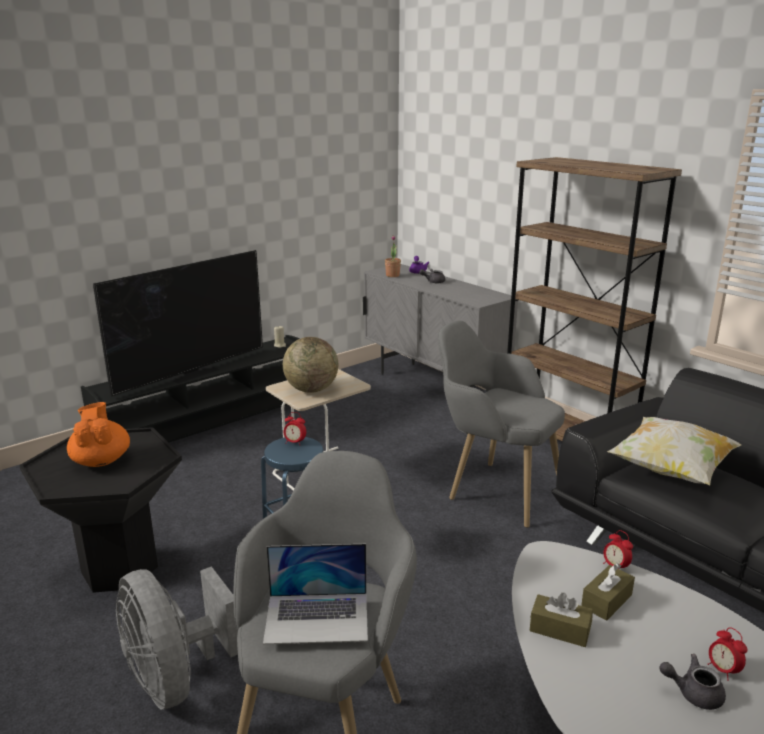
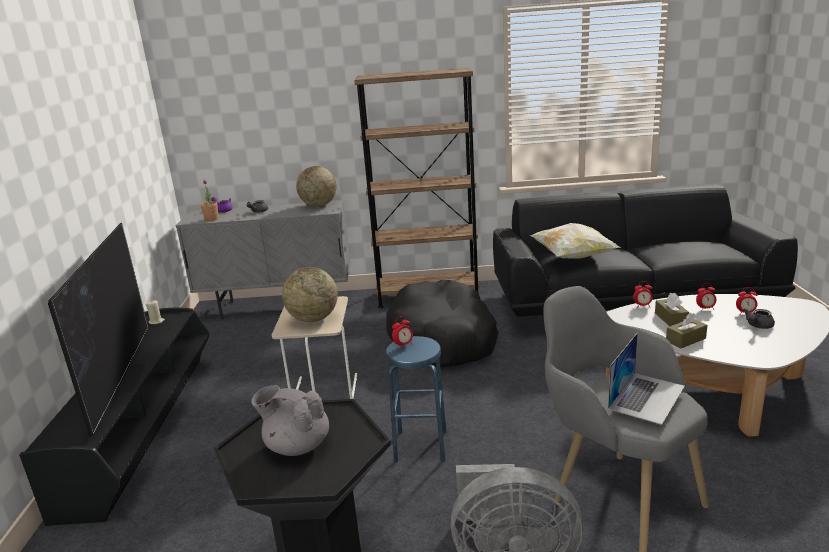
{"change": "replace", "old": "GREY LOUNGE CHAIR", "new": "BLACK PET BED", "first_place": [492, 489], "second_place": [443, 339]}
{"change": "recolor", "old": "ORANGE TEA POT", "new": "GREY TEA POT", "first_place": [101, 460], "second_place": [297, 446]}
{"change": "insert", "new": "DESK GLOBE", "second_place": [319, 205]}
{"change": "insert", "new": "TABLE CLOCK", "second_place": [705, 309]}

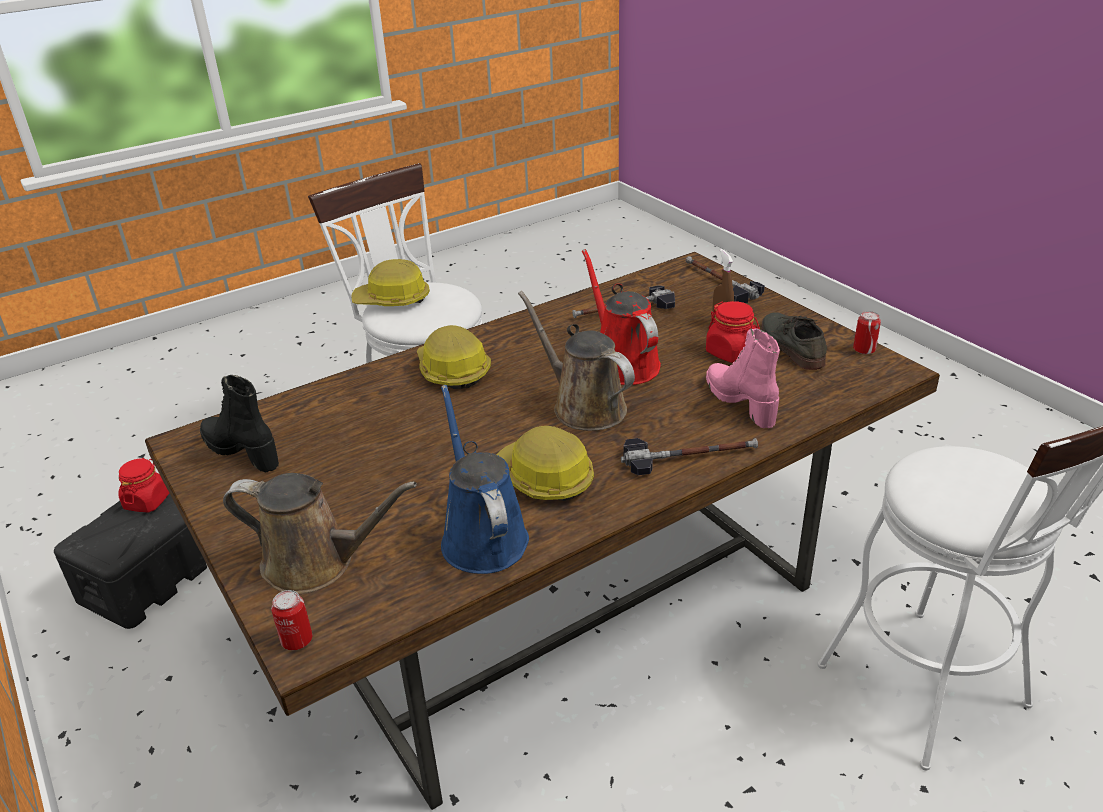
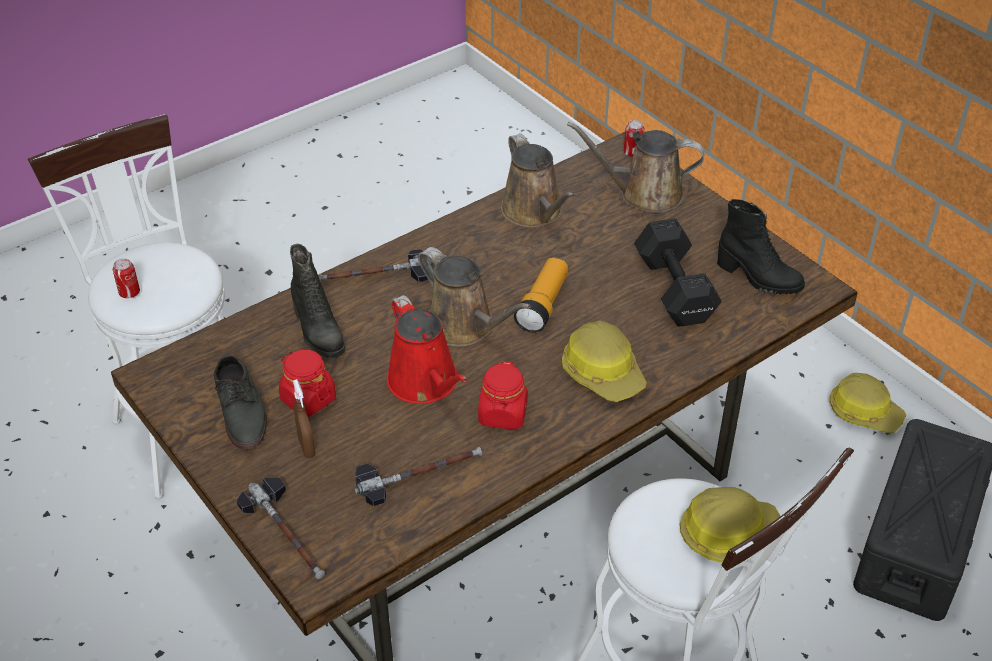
{"change": "move", "old": "METAL CAN", "first_place": [864, 350], "second_place": [129, 293]}
{"change": "recolor", "old": "PINK TALL BOOT", "new": "BLACK TALL BOOT", "first_place": [741, 402], "second_place": [317, 332]}
{"change": "recolor", "old": "BLUE SPRINKLING CAN", "new": "BROWNISH SPRINKLING CAN", "first_place": [481, 536], "second_place": [535, 212]}
{"change": "move", "old": "HARD HAT", "first_place": [544, 478], "second_place": [864, 412]}
{"change": "move", "old": "REDDISH JAR", "first_place": [147, 501], "second_place": [503, 414]}
{"change": "insert", "new": "BLACK DUMBBELL", "second_place": [674, 291]}
{"change": "insert", "new": "HAND TORCH", "second_place": [543, 305]}

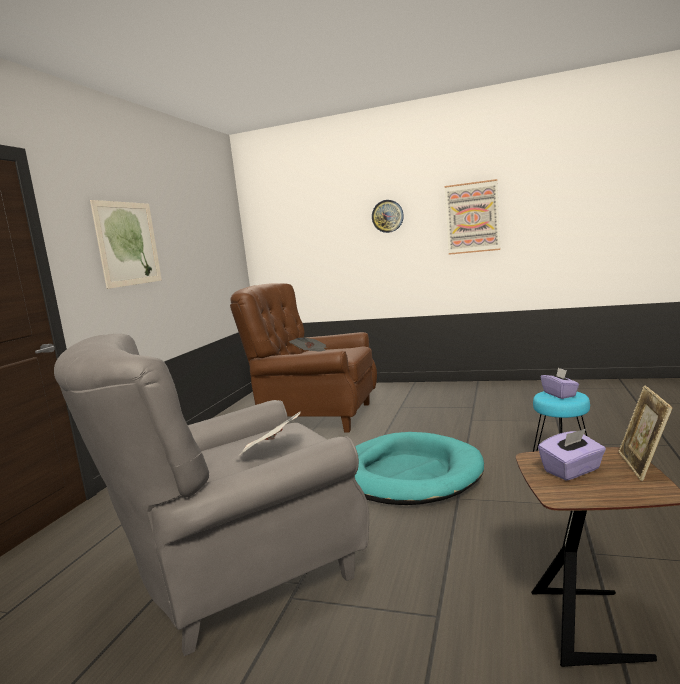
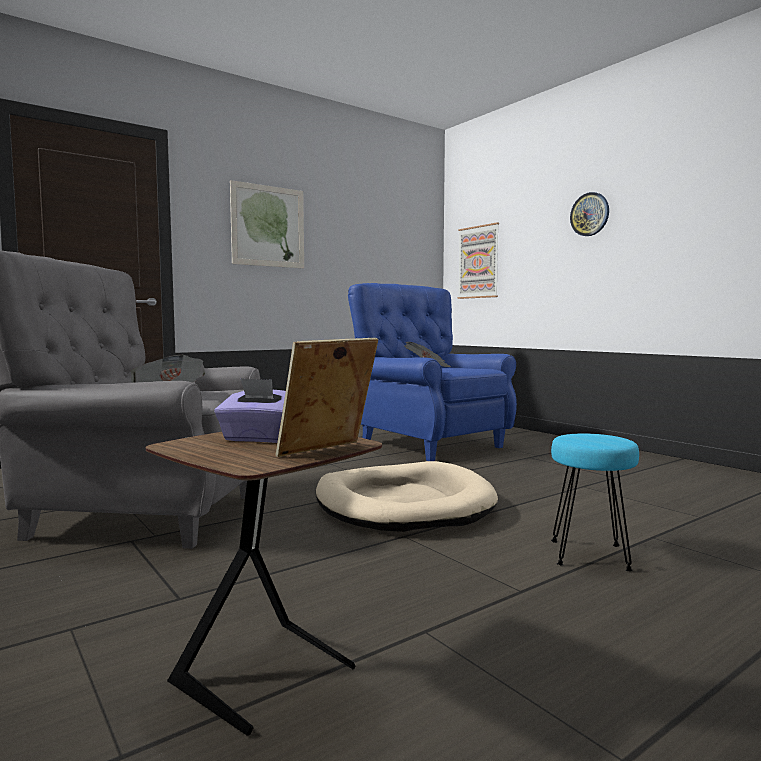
{"change": "move", "old": "WALL ART", "first_place": [472, 217], "second_place": [478, 262]}
{"change": "recolor", "old": "BROWNISH LOUNGE CHAIR", "new": "BLUE LOUNGE CHAIR", "first_place": [313, 417], "second_place": [426, 443]}
{"change": "delete", "old": "PURPLISH TISSUE HOLDER", "first_place": [560, 394]}
{"change": "recolor", "old": "BLUE-GREEN PET BED", "new": "BEIGE-COLOURED PET BED", "first_place": [406, 474], "second_place": [403, 504]}

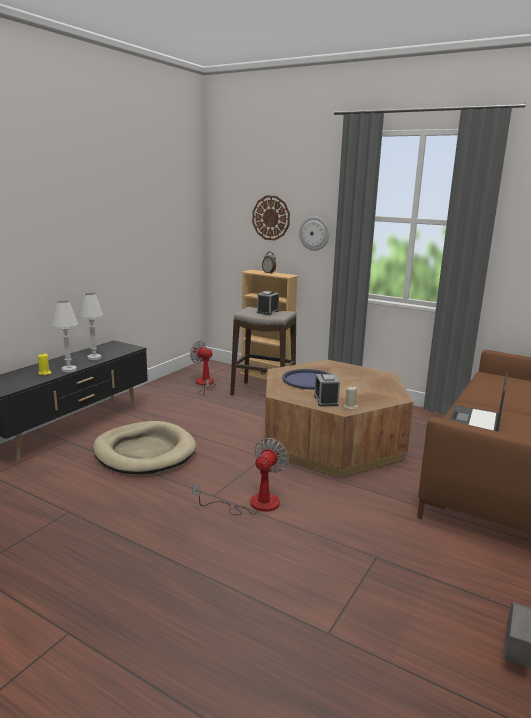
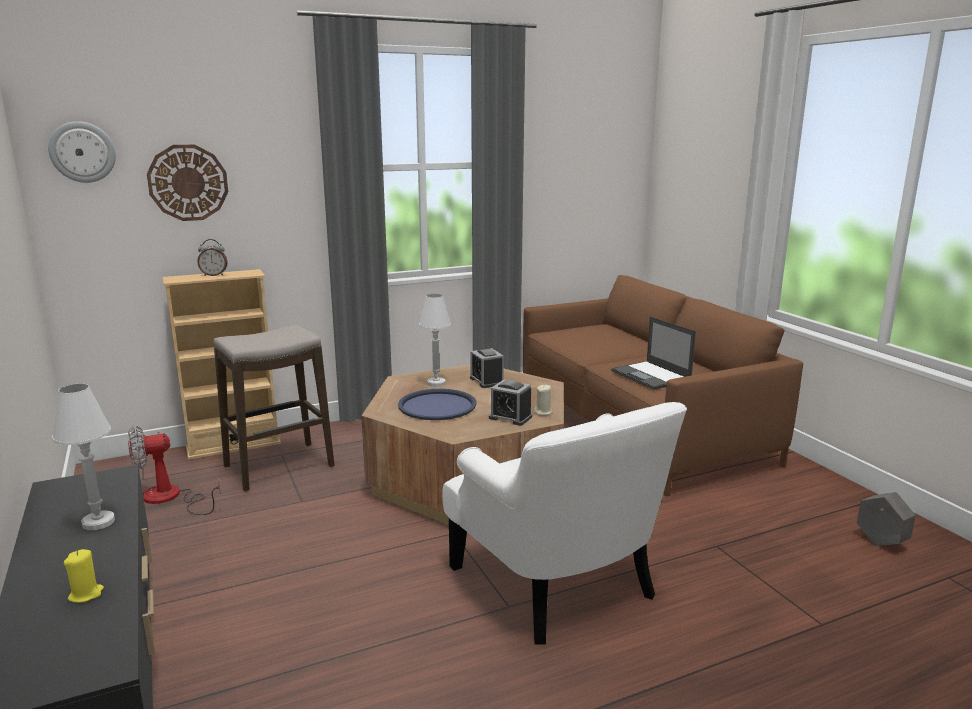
{"change": "move", "old": "HANGING CLOCK", "first_place": [314, 233], "second_place": [82, 152]}
{"change": "move", "old": "TABLE CLOCK", "first_place": [267, 312], "second_place": [486, 381]}
{"change": "move", "old": "WHITE-COLOURED LAMP FOR A TABLE", "first_place": [69, 370], "second_place": [436, 383]}
{"change": "delete", "old": "BEIGE-COLOURED PET BED", "first_place": [144, 452]}
{"change": "replace", "old": "FAN", "new": "WHITE-COLOURED LOUNGE CHAIR", "first_place": [253, 504], "second_place": [557, 582]}

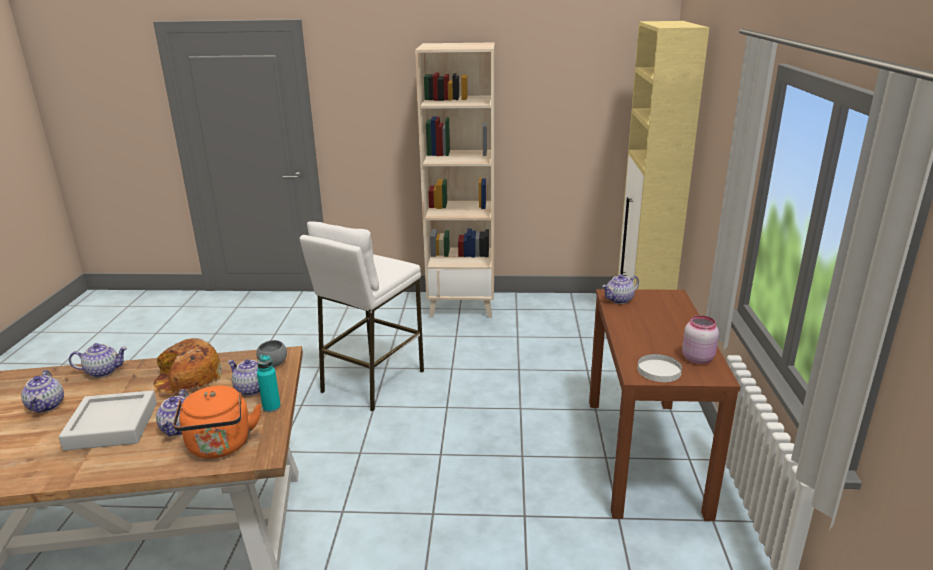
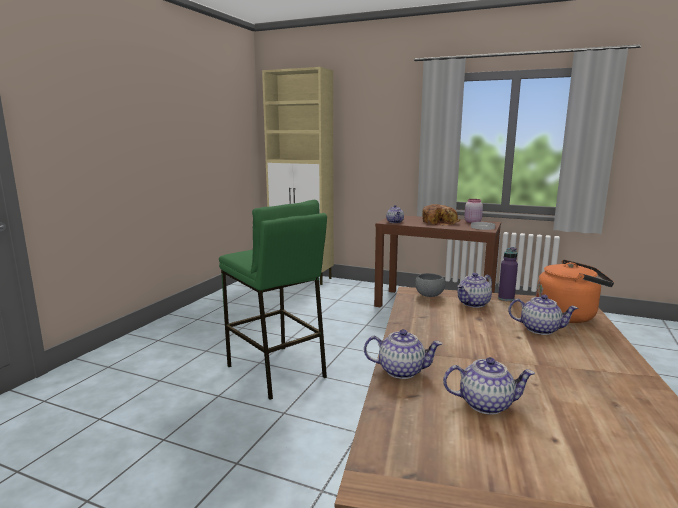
{"change": "delete", "old": "BEIGE-COLOURED BOOKCASE", "first_place": [462, 305]}
{"change": "recolor", "old": "WHITE-COLOURED STOOL", "new": "GREEN-COLOURED STOOL", "first_place": [371, 381], "second_place": [276, 371]}
{"change": "move", "old": "BREAD", "first_place": [187, 378], "second_place": [440, 222]}
{"change": "rotate", "old": "TEA POT", "first_place": [103, 371], "second_place": [402, 371], "degrees": 90}
{"change": "recolor", "old": "BLUE-GREEN DRINK BOTTLE", "new": "PURPLISH DRINK BOTTLE", "first_place": [271, 407], "second_place": [506, 298]}
{"change": "delete", "old": "GREY SERVING TRAY", "first_place": [112, 426]}

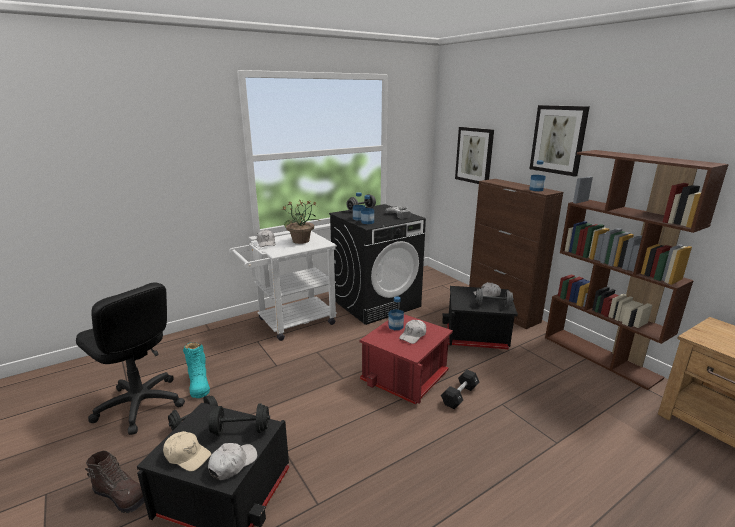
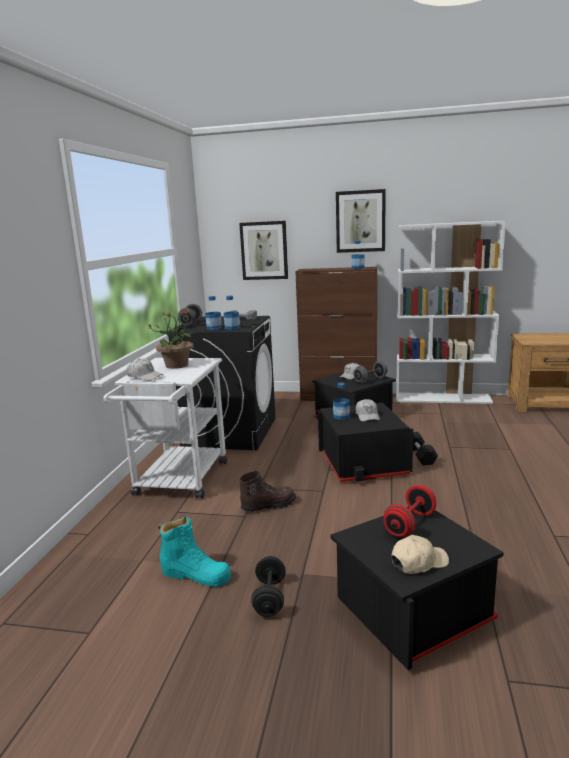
{"change": "recolor", "old": "BROWNISH BOOKCASE", "new": "WHITE-COLOURED BOOKCASE", "first_place": [600, 356], "second_place": [443, 398]}
{"change": "delete", "old": "BLACK OFFICE CHAIR", "first_place": [140, 405]}
{"change": "recolor", "old": "REDDISH STORAGE BIN", "new": "BLACK STORAGE BIN", "first_place": [406, 375], "second_place": [363, 464]}
{"change": "recolor", "old": "BLACK DUMBBELL", "new": "REDDISH DUMBBELL", "first_place": [241, 430], "second_place": [410, 524]}
{"change": "delete", "old": "WHITE-COLOURED BASEBALL CAP", "first_place": [232, 464]}
{"change": "move", "old": "BROWNISH TALL BOOT", "first_place": [122, 496], "second_place": [268, 505]}

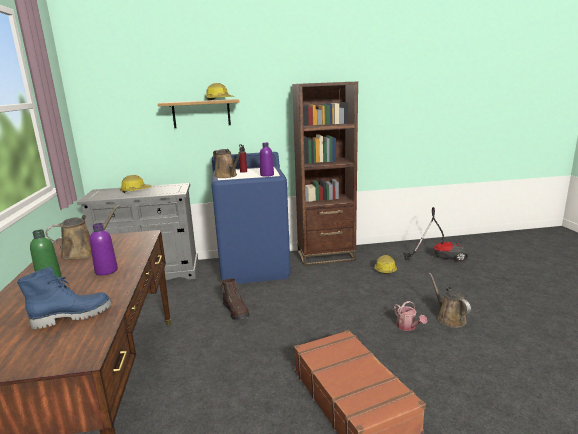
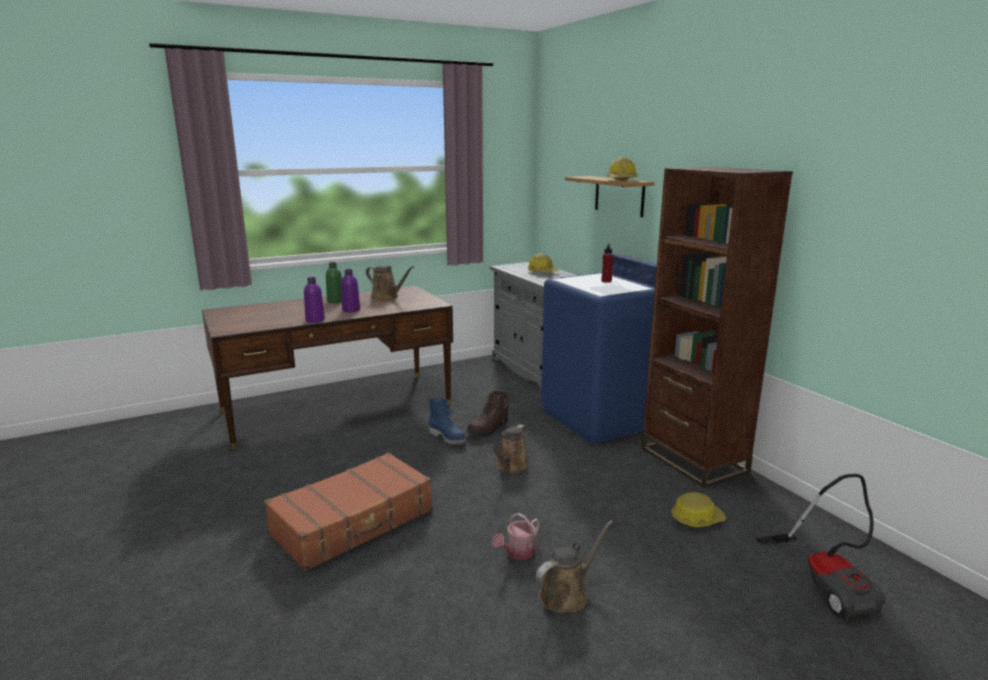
{"change": "move", "old": "PURPLISH DRINK BOTTLE", "first_place": [267, 175], "second_place": [315, 320]}
{"change": "move", "old": "BROWNISH SPRINKLING CAN", "first_place": [227, 176], "second_place": [511, 466]}
{"change": "move", "old": "BLUE TALL BOOT", "first_place": [73, 316], "second_place": [448, 437]}

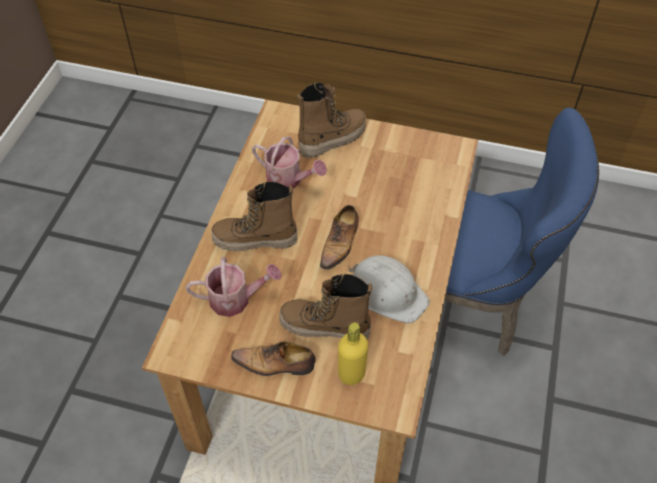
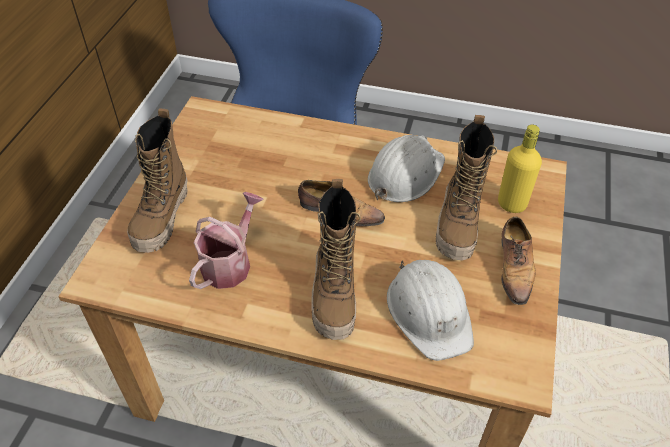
{"change": "rotate", "old": "TALL BOOT", "first_place": [332, 139], "second_place": [162, 218], "degrees": -135}
{"change": "replace", "old": "SPRINKLING CAN", "new": "WHITE-COLOURED HARD HAT", "first_place": [236, 299], "second_place": [429, 312]}

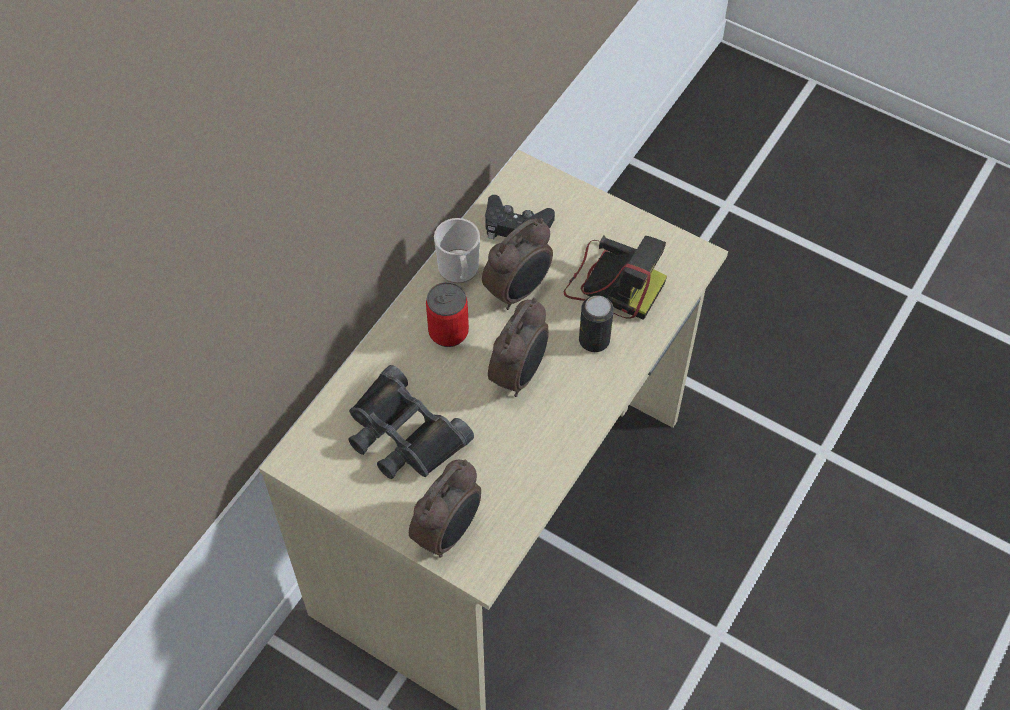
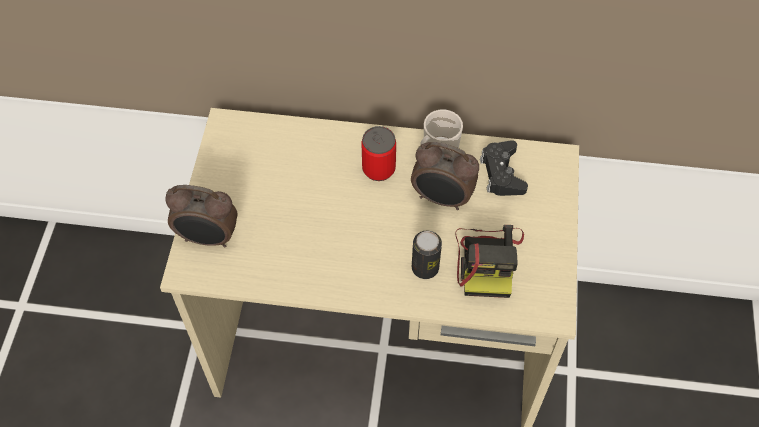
{"change": "delete", "old": "TABLE CLOCK", "first_place": [519, 374]}
{"change": "delete", "old": "BLACK PAIR OF BINOCULARS", "first_place": [403, 434]}

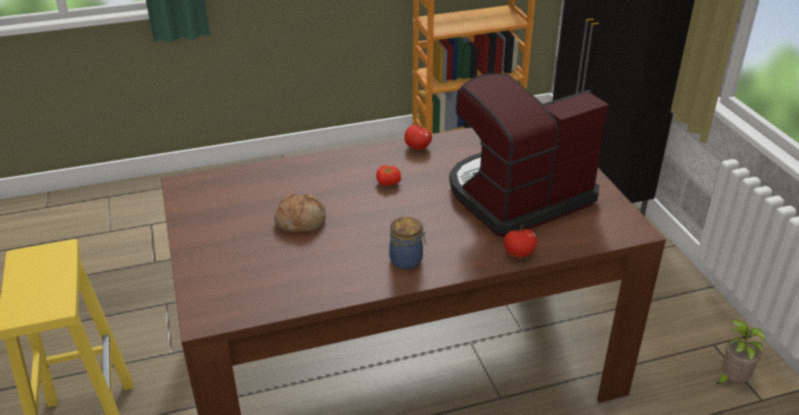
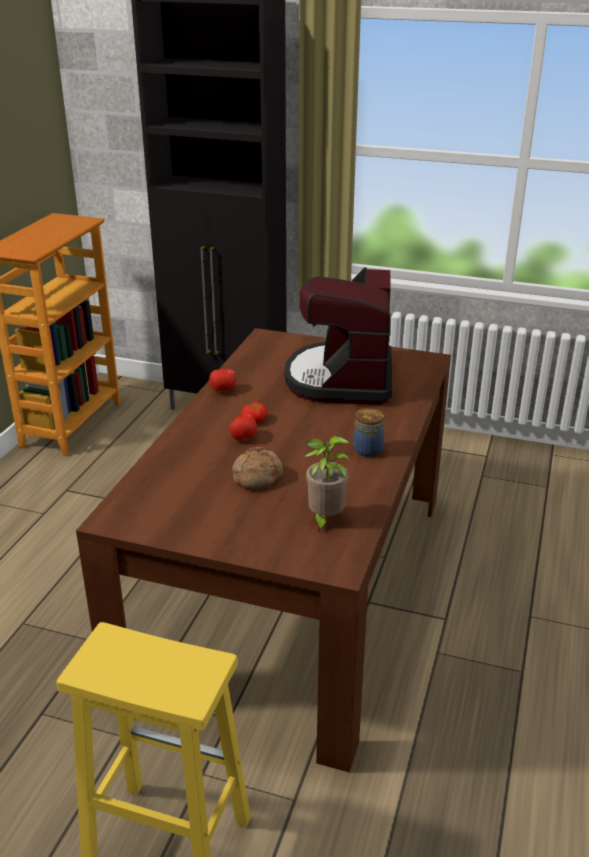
{"change": "move", "old": "APPLE", "first_place": [519, 254], "second_place": [243, 438]}
{"change": "move", "old": "HOUSEPLANT", "first_place": [731, 380], "second_place": [324, 519]}

